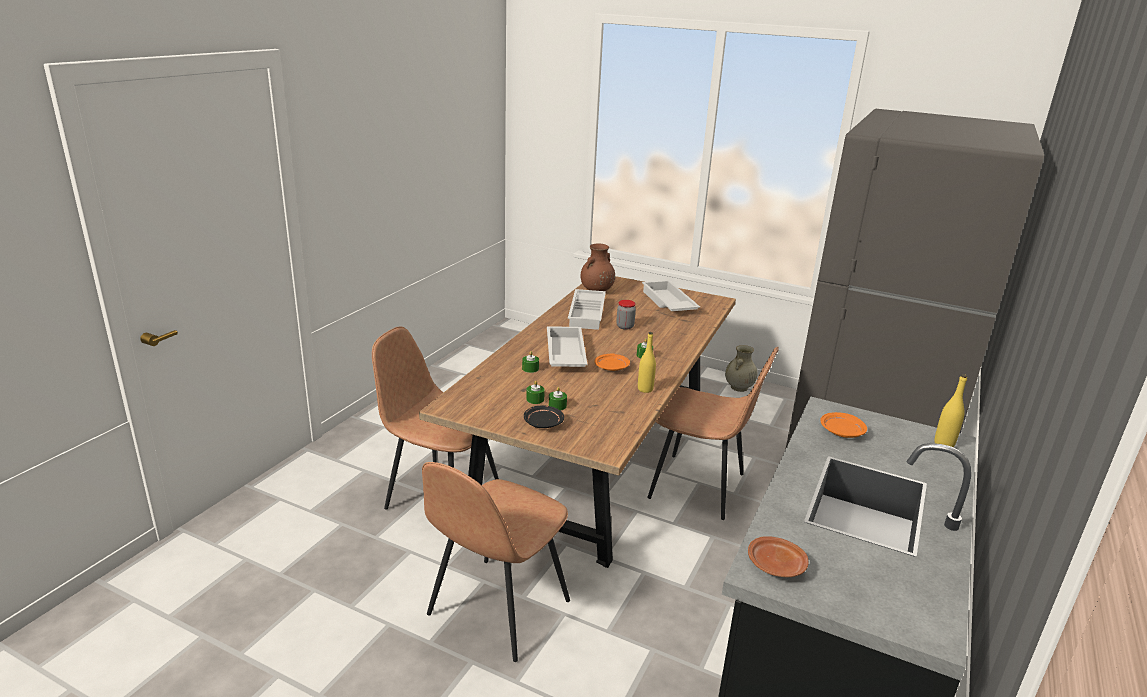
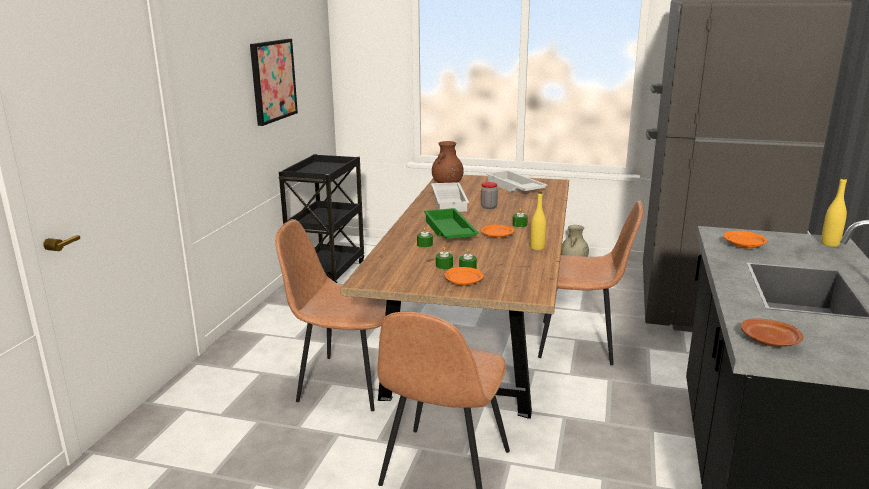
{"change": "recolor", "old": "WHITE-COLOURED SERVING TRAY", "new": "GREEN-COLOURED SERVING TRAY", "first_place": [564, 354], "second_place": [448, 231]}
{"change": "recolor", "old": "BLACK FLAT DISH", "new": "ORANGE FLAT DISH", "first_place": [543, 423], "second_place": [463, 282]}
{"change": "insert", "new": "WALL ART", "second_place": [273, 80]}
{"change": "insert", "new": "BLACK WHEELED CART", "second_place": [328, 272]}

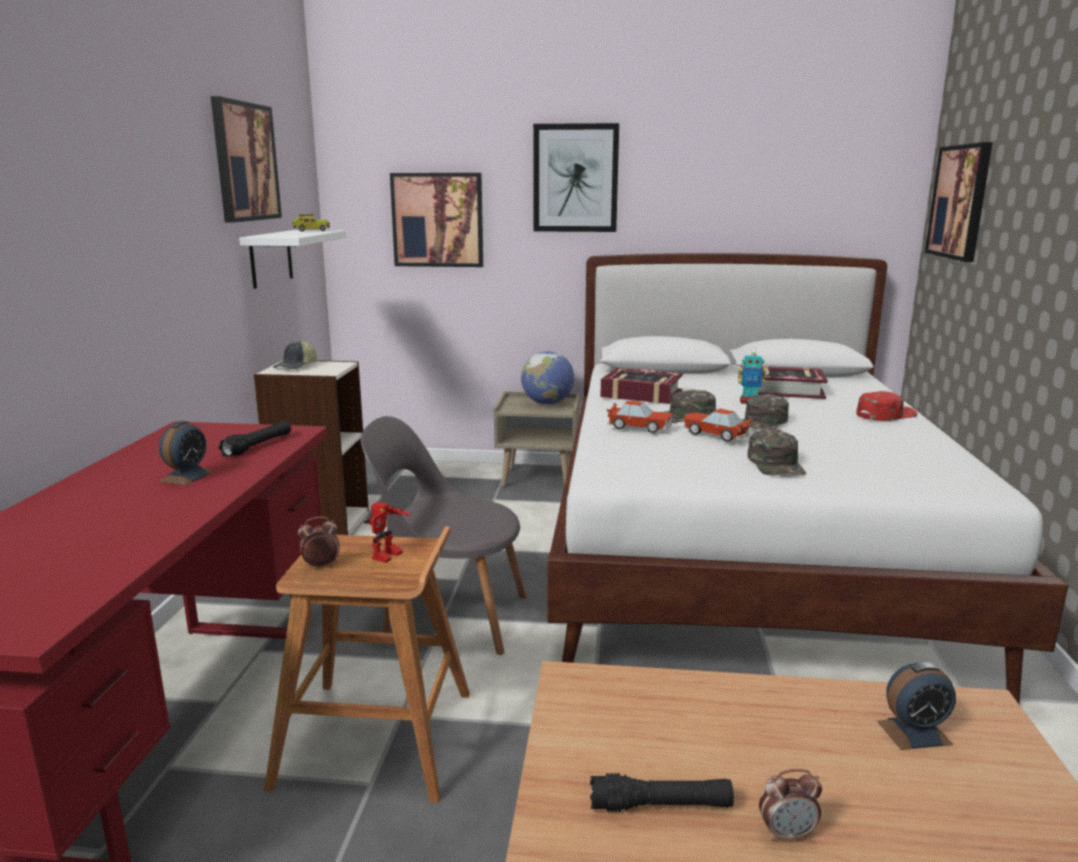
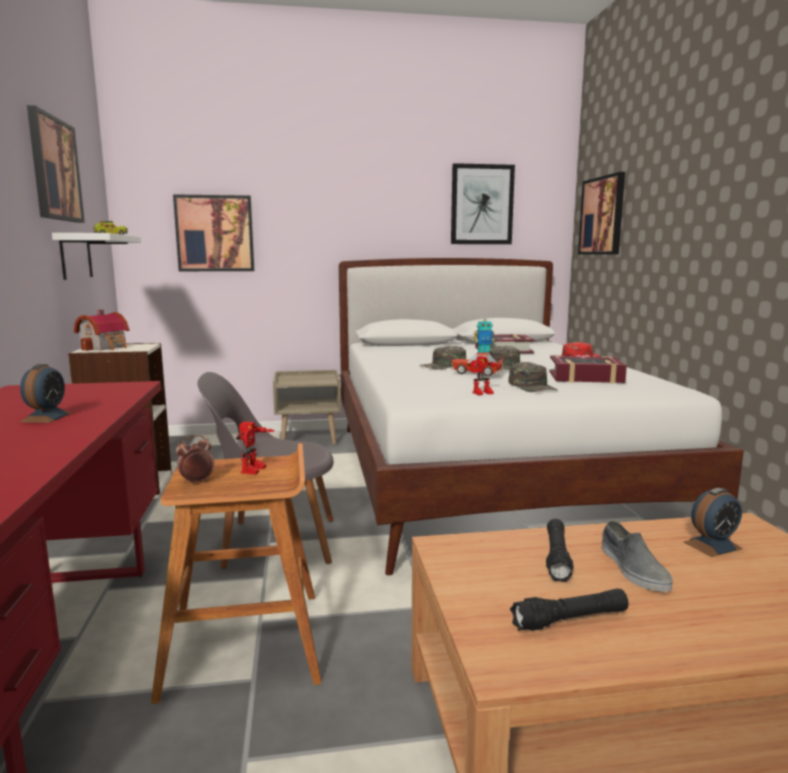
{"change": "move", "old": "WALL ART", "first_place": [575, 178], "second_place": [482, 204]}
{"change": "replace", "old": "BASEBALL CAP", "new": "TOY HOUSE", "first_place": [297, 366], "second_place": [106, 347]}
{"change": "delete", "old": "DESK GLOBE", "first_place": [547, 403]}
{"change": "move", "old": "BOOK", "first_place": [641, 394], "second_place": [585, 377]}
{"change": "delete", "old": "MINIATURE CAR", "first_place": [639, 427]}
{"change": "move", "old": "BLACK HAND TORCH", "first_place": [258, 446], "second_place": [557, 557]}
{"change": "delete", "old": "TABLE CLOCK", "first_place": [787, 834]}
{"change": "insert", "new": "TOY ROBOT", "second_place": [482, 394]}
{"change": "insert", "new": "GREY ITEM OF FOOTWEAR", "second_place": [633, 568]}

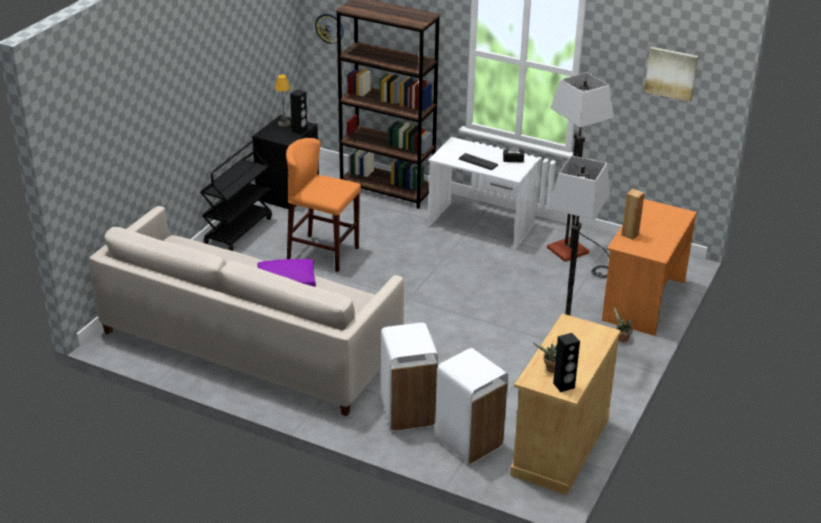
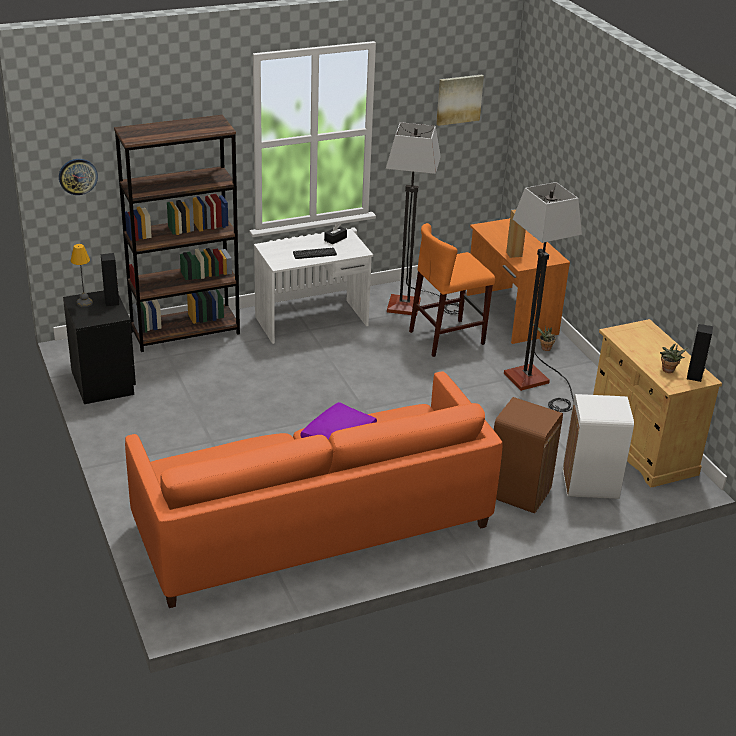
{"change": "move", "old": "ORANGE STOOL", "first_place": [323, 253], "second_place": [447, 338]}
{"change": "delete", "old": "BLACK WHEELED CART", "first_place": [238, 231]}
{"change": "recolor", "old": "BEIGE-COLOURED SETTEE", "new": "ORANGE SETTEE", "first_place": [250, 343], "second_place": [312, 526]}
{"change": "recolor", "old": "WHITE-COLOURED TRASH CAN", "new": "BROWNISH TRASH CAN", "first_place": [408, 412], "second_place": [518, 492]}

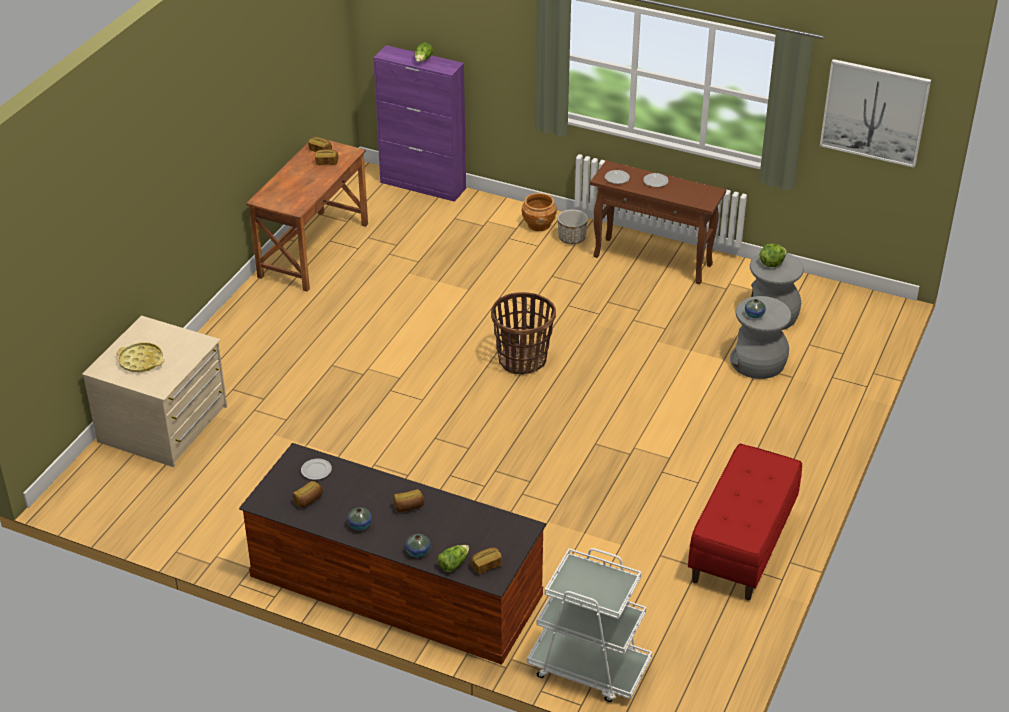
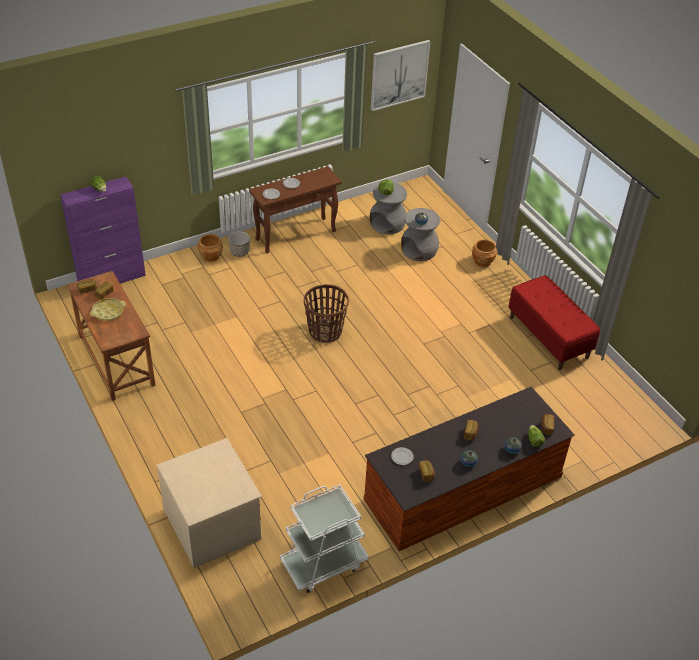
{"change": "move", "old": "YELLOWISH SERVING TRAY", "first_place": [141, 361], "second_place": [108, 312]}
{"change": "move", "old": "WHITE-COLOURED WHEELED CART", "first_place": [588, 668], "second_place": [323, 563]}
{"change": "insert", "new": "BROWNISH FLOWER POT", "second_place": [482, 261]}

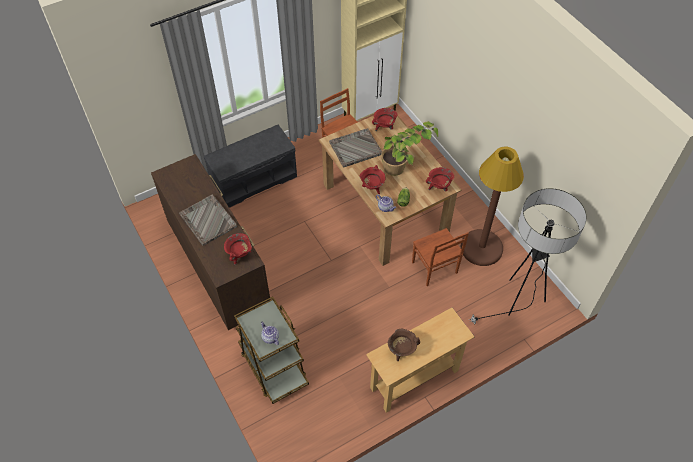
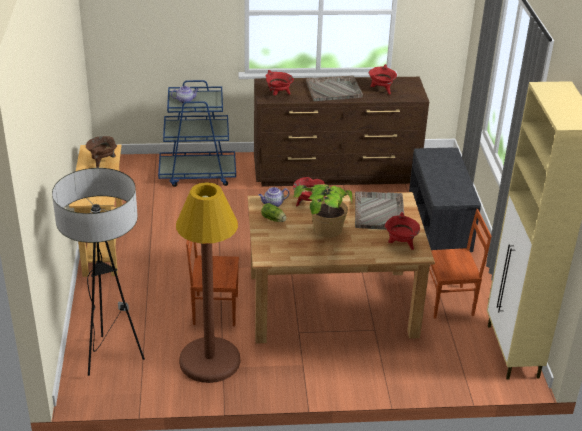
{"change": "move", "old": "REDDISH STOCKPOT", "first_place": [439, 187], "second_place": [381, 90]}
{"change": "recolor", "old": "BROWNISH WHEELED CART", "new": "BLUE WHEELED CART", "first_place": [273, 366], "second_place": [198, 174]}

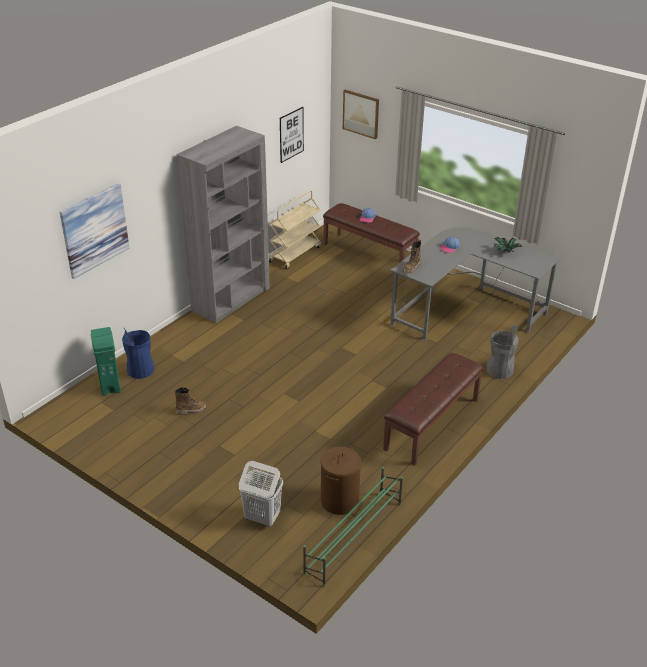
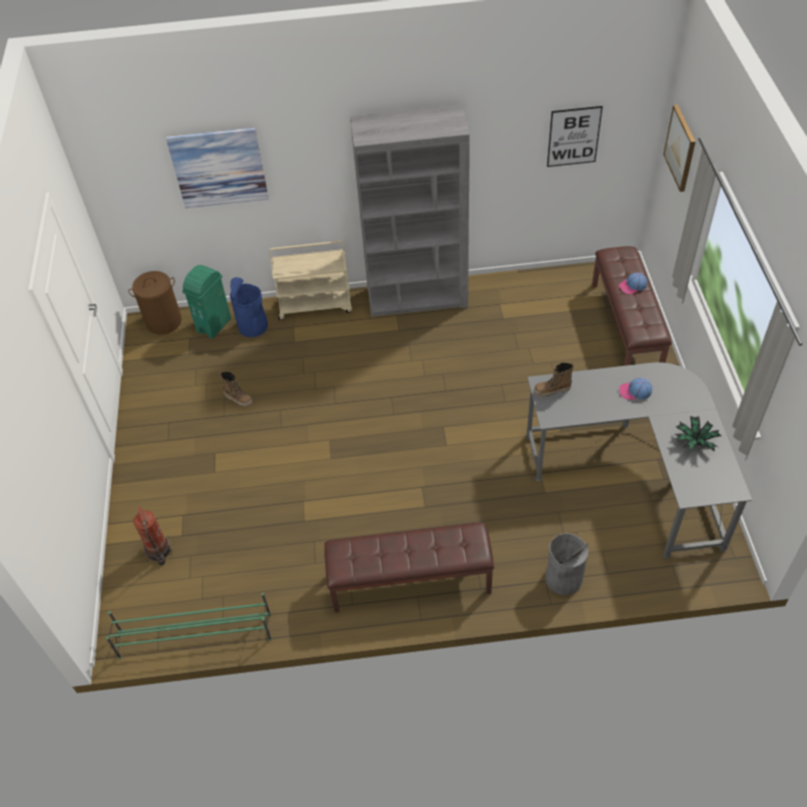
{"change": "move", "old": "BEIGE-COLOURED WHEELED CART", "first_place": [295, 254], "second_place": [315, 305]}
{"change": "move", "old": "BROWNISH LAUNDRY BASKET", "first_place": [339, 500], "second_place": [164, 321]}
{"change": "replace", "old": "WHITE-COLOURED LAUNDRY BASKET", "new": "FIRE EXTINGUISHER", "first_place": [262, 517], "second_place": [158, 551]}

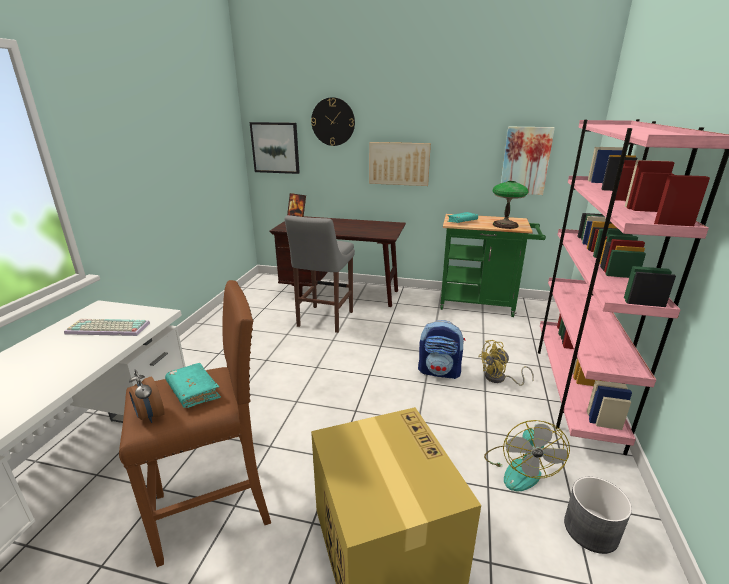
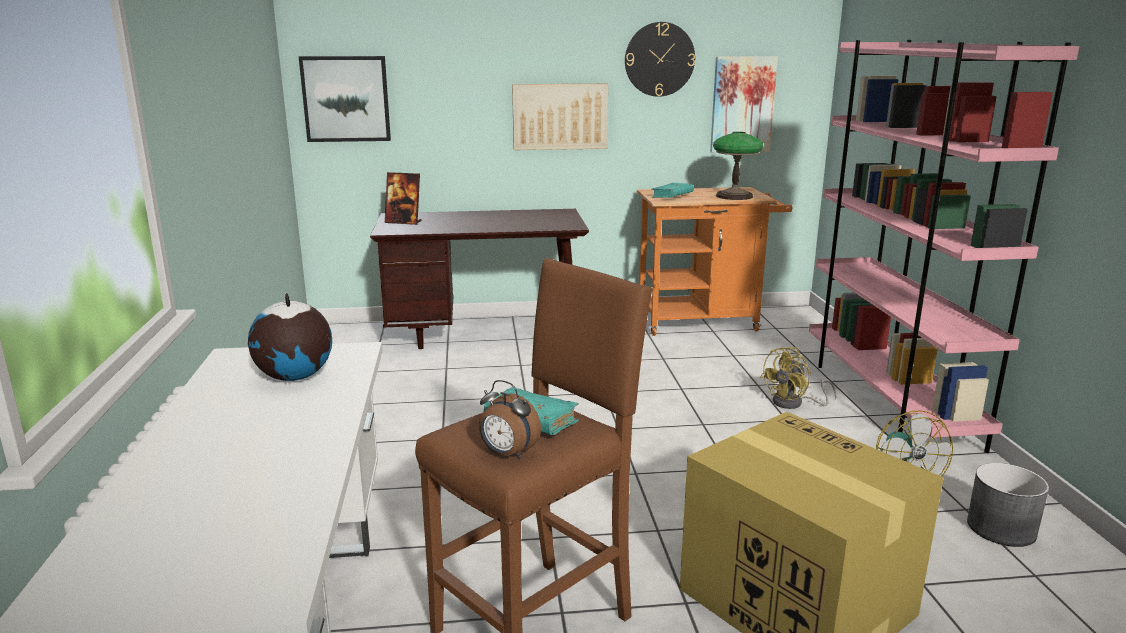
{"change": "move", "old": "HANGING CLOCK", "first_place": [333, 122], "second_place": [659, 59]}
{"change": "recolor", "old": "GREEN-COLOURED WHEELED CART", "new": "ORANGE WHEELED CART", "first_place": [482, 304], "second_place": [705, 322]}
{"change": "delete", "old": "GREY STOOL", "first_place": [324, 320]}
{"change": "replace", "old": "KEYBOARD", "new": "DESK GLOBE", "first_place": [106, 329], "second_place": [294, 377]}
{"change": "delete", "old": "RUCKSACK", "first_place": [439, 371]}

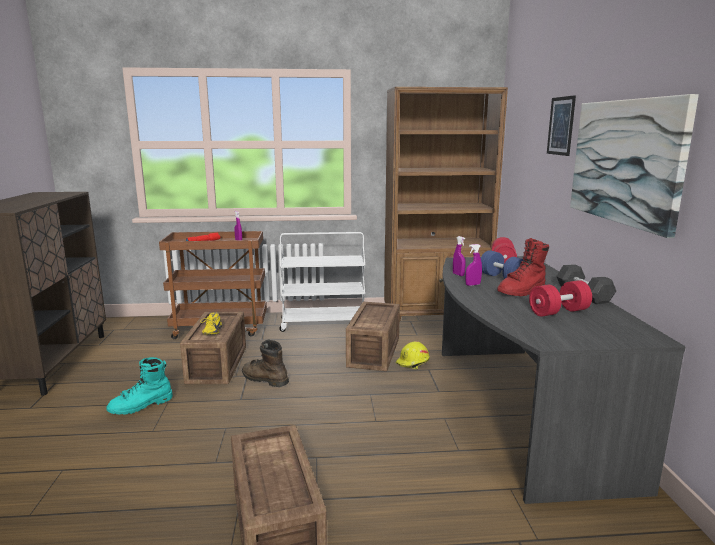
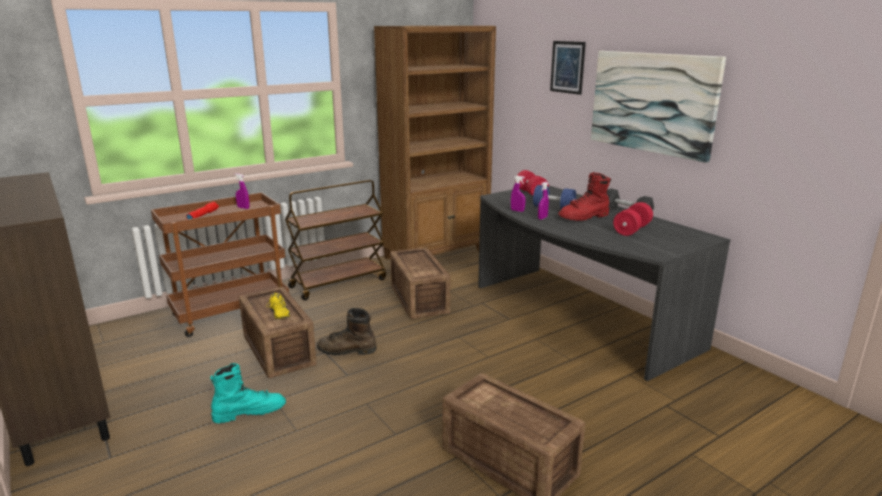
{"change": "recolor", "old": "WHITE-COLOURED WHEELED CART", "new": "BROWNISH WHEELED CART", "first_place": [323, 324], "second_place": [338, 283]}
{"change": "rotate", "old": "REDDISH TALL BOOT", "first_place": [522, 291], "second_place": [584, 217], "degrees": 45}
{"change": "delete", "old": "YELLOWISH HARD HAT", "first_place": [413, 362]}
{"change": "rotate", "old": "BLUE-GREEN TALL BOOT", "first_place": [141, 405], "second_place": [249, 412], "degrees": -135}

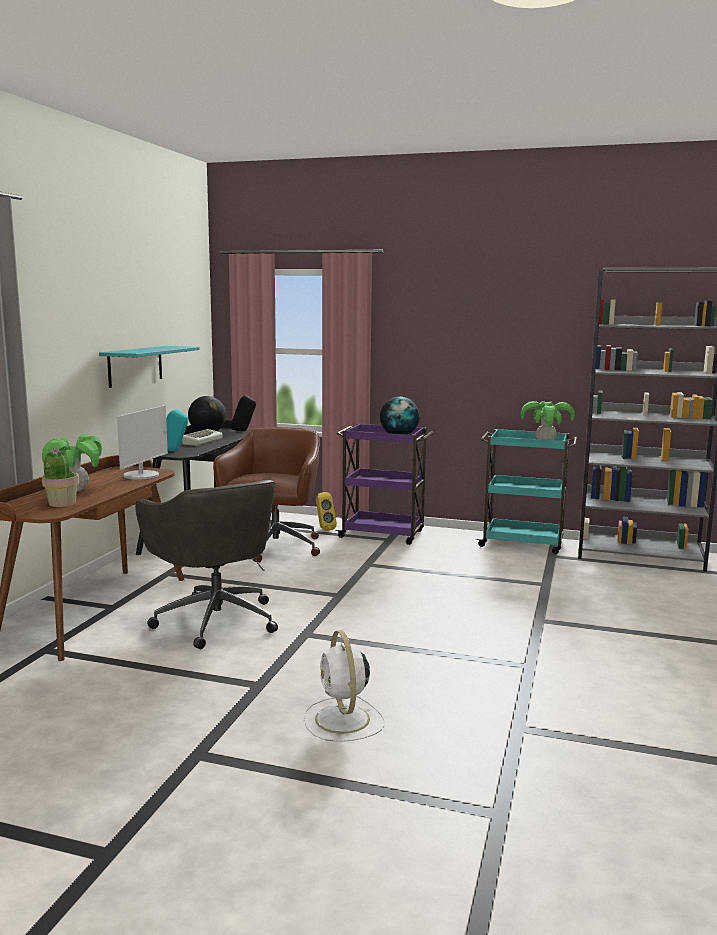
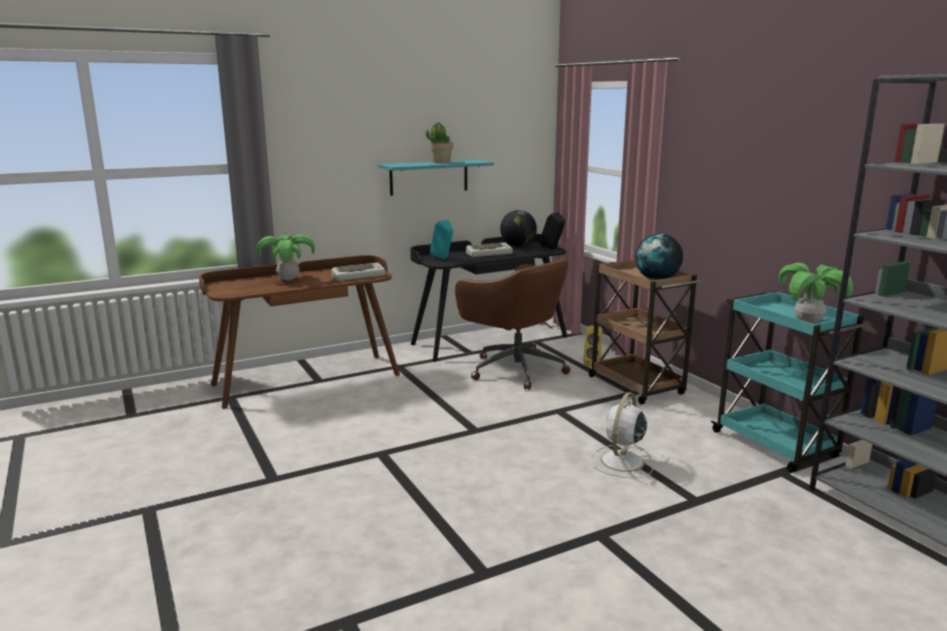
{"change": "replace", "old": "COMPUTER SCREEN", "new": "KEYBOARD", "first_place": [142, 475], "second_place": [359, 276]}
{"change": "recolor", "old": "PURPLISH WHEELED CART", "new": "BROWNISH WHEELED CART", "first_place": [383, 534], "second_place": [637, 386]}
{"change": "rotate", "old": "BROWNISH OFFICE CHAIR", "first_place": [274, 548], "second_place": [514, 369], "degrees": 75}
{"change": "move", "old": "HOUSEPLANT", "first_place": [61, 503], "second_place": [440, 162]}
{"change": "delete", "old": "GREY OFFICE CHAIR", "first_place": [215, 619]}
{"change": "move", "old": "WHITE-COLOURED FAN", "first_place": [343, 720], "second_place": [621, 462]}

